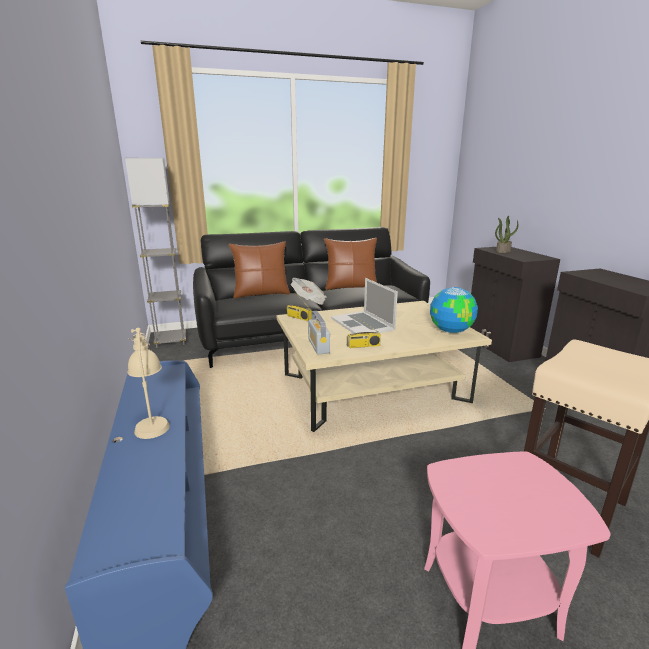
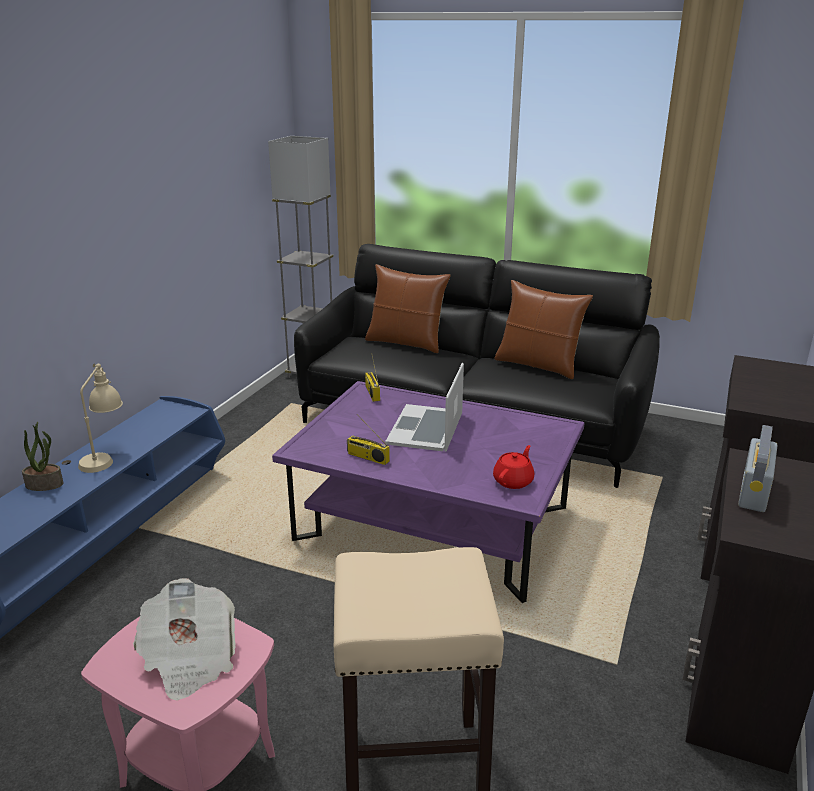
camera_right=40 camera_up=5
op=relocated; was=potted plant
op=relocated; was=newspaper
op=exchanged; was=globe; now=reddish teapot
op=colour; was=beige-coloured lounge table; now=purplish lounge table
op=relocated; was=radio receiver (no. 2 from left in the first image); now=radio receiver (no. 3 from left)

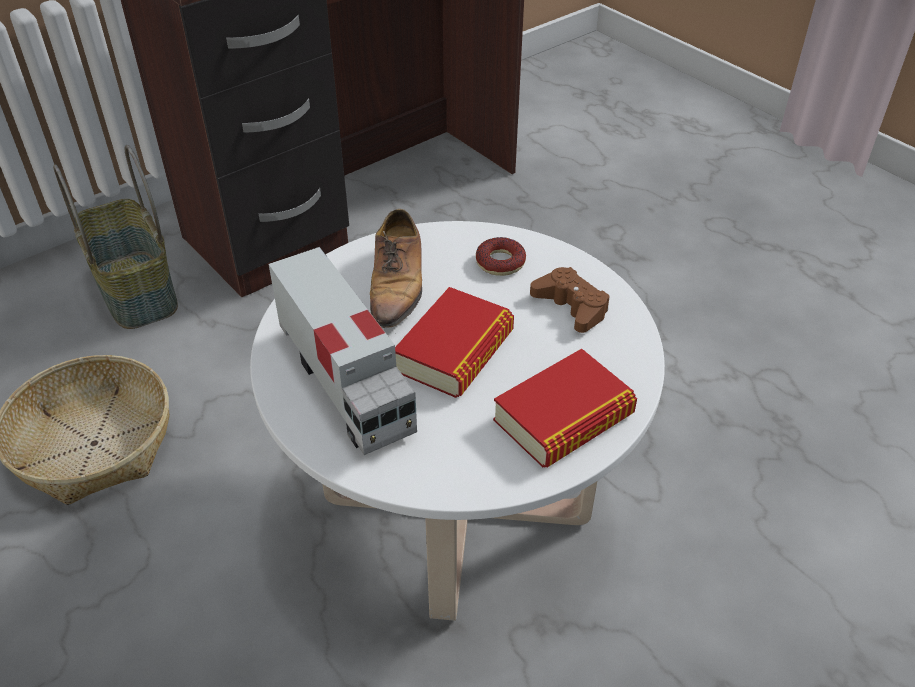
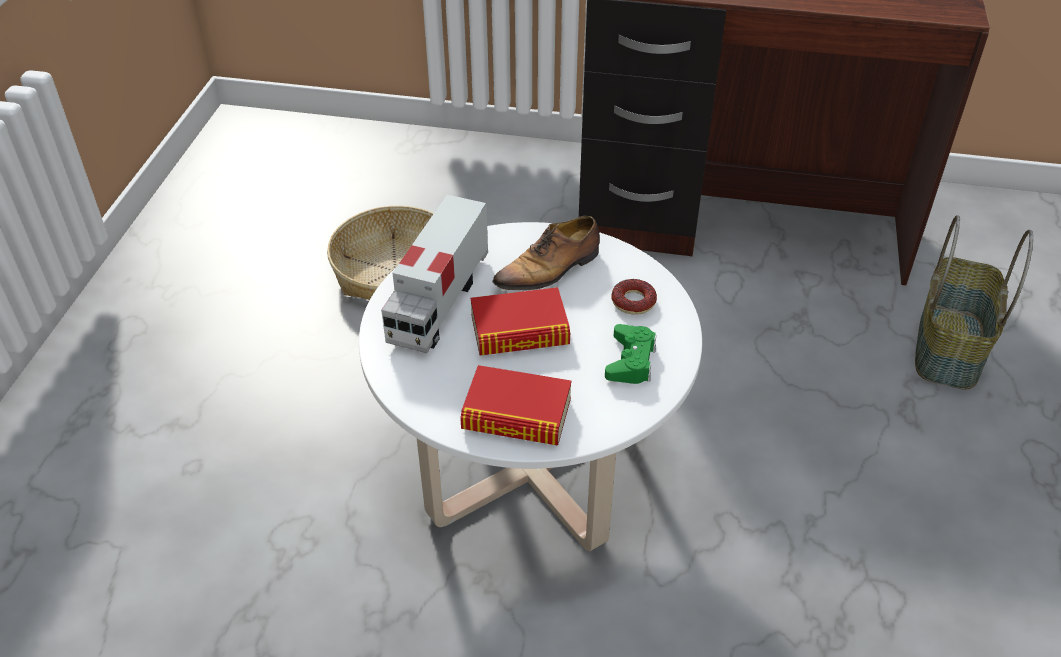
camera_right=50 camera_up=0
op=relocated; was=storage basket (no. 2 from left)
op=colour; was=brown game controller; now=greenish game controller

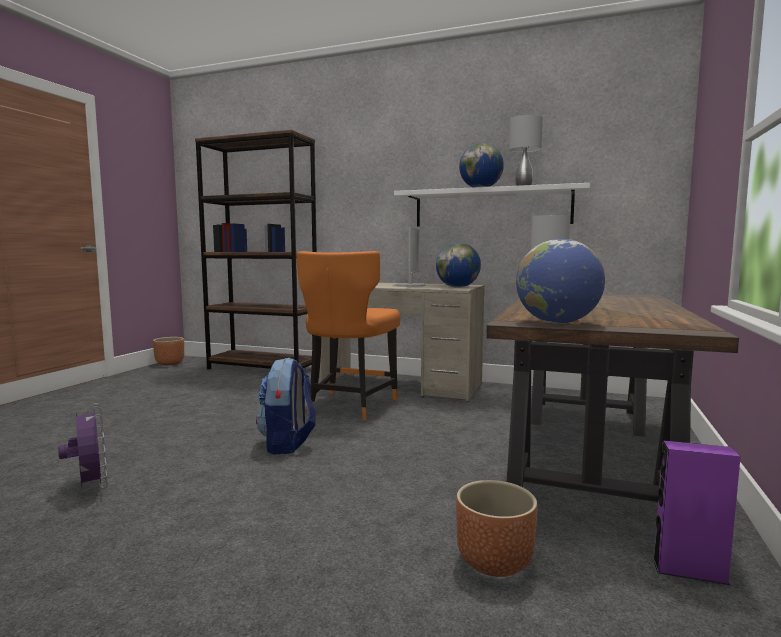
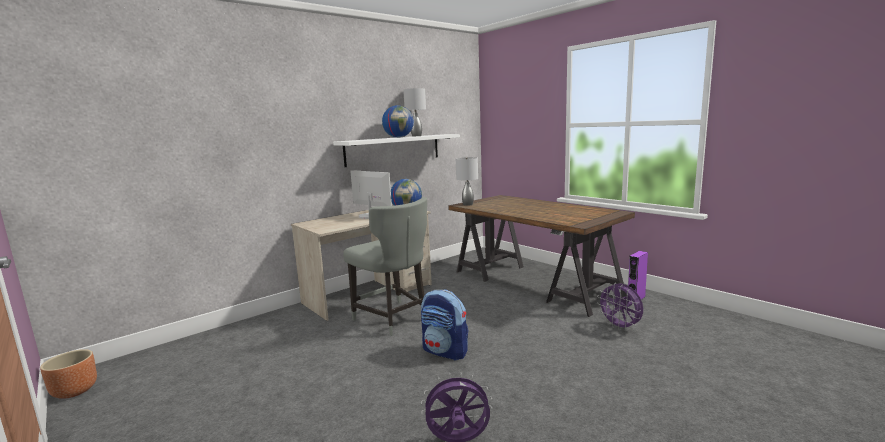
camera_right=-60 camera_up=5
op=missing; was=brown bookshelf
op=missing; was=globe (no. 3 from left)
op=colour; was=orange plain chair; now=gray plain chair
op=exchanged; was=brown plant pot (no. 2 from left); now=purplish cooling fan (no. 2 from left)

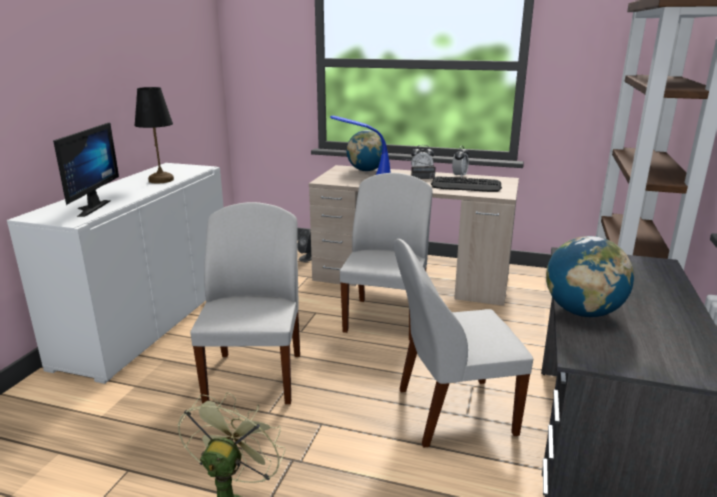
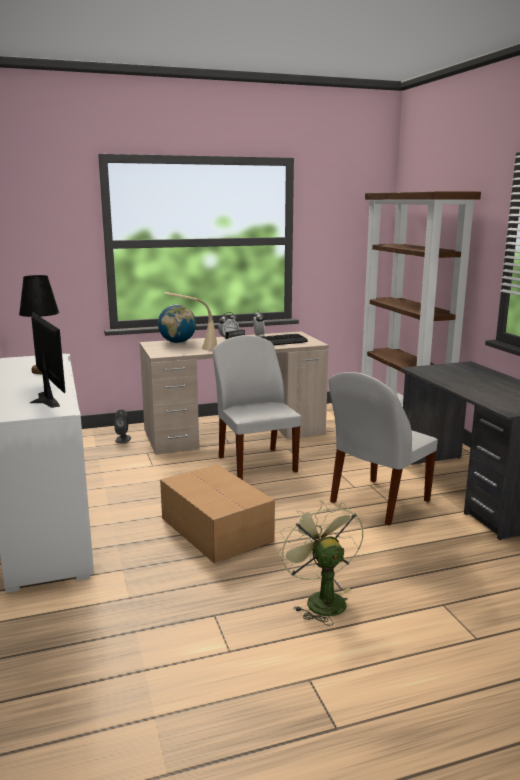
camera_right=-35 camera_up=-5
op=colour; was=blue lamp for a table; now=beige-coloured lamp for a table
op=exchanged; was=whitish plain chair (no. 1 from left); now=packing box
op=missing; was=globe (no. 2 from left)

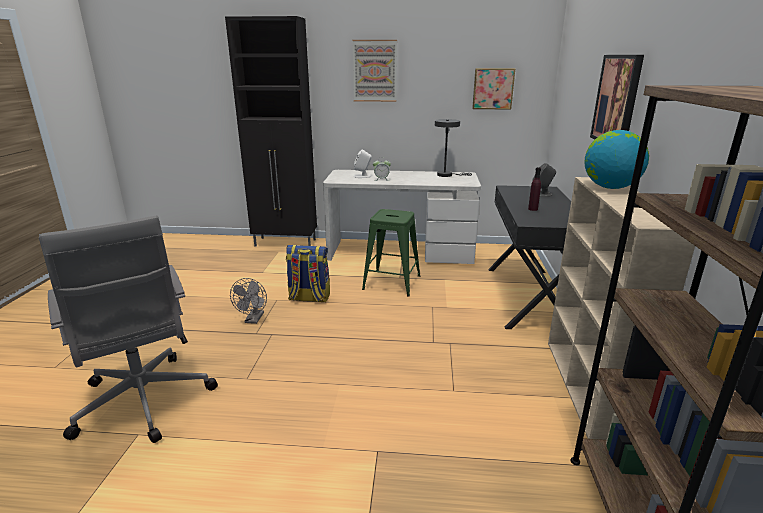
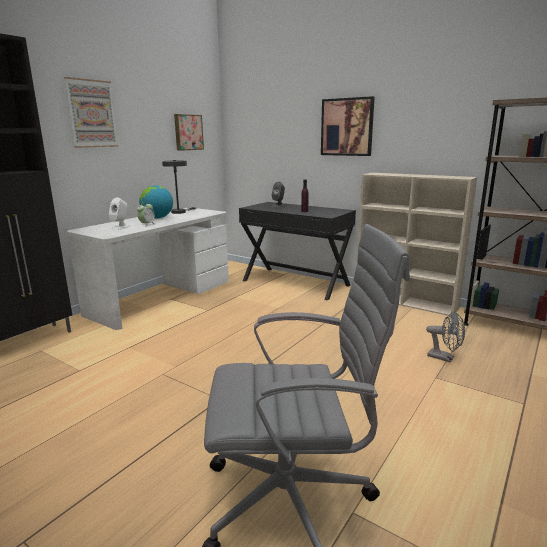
camera_right=-60 camera_up=-5
op=relocated; was=globe
op=missing; was=greenish stool
op=missing; was=knapsack
op=relocated; was=gray cooling fan

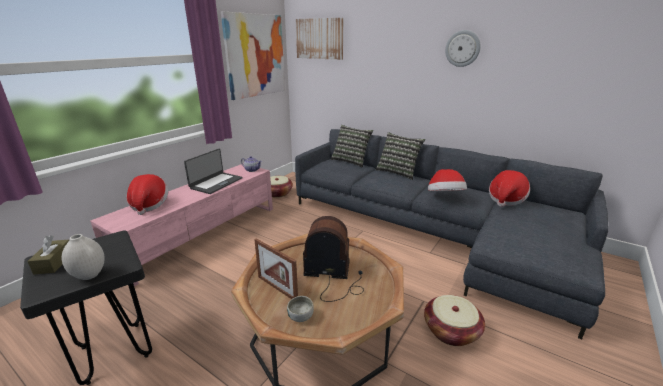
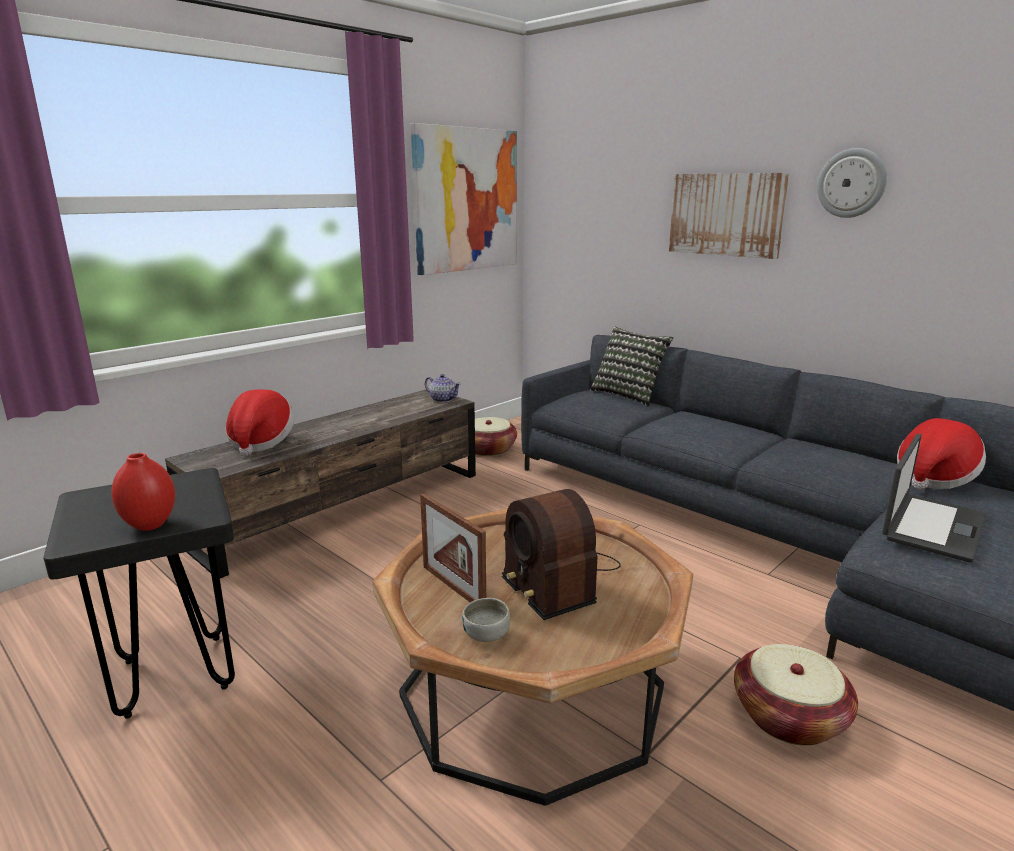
camera_right=10 camera_up=-5
op=relocated; was=wall picture (no. 2 from left)
op=missing; was=pillow (no. 2 from left)
op=relocated; was=laptop
op=colour; was=pink-coloured tv stand; now=brown tv stand
op=missing; was=hat (no. 2 from left)
op=spun; was=radio receiver; clockwise=-135
op=colour; was=whitish vase; now=reddish vase
op=missing; was=brown box of tissues

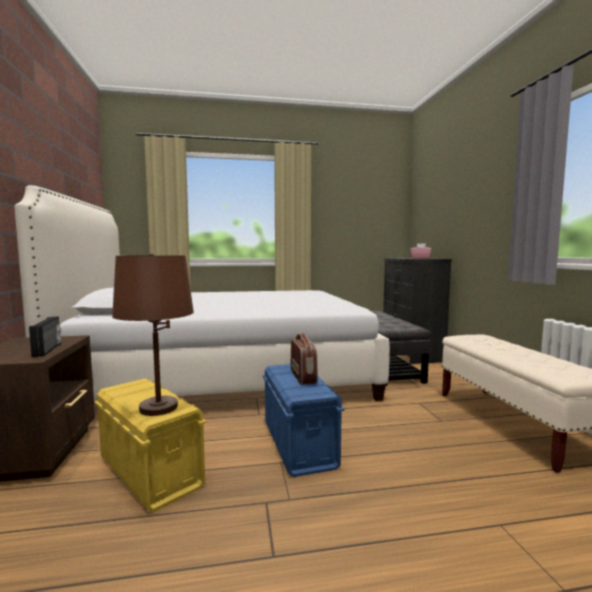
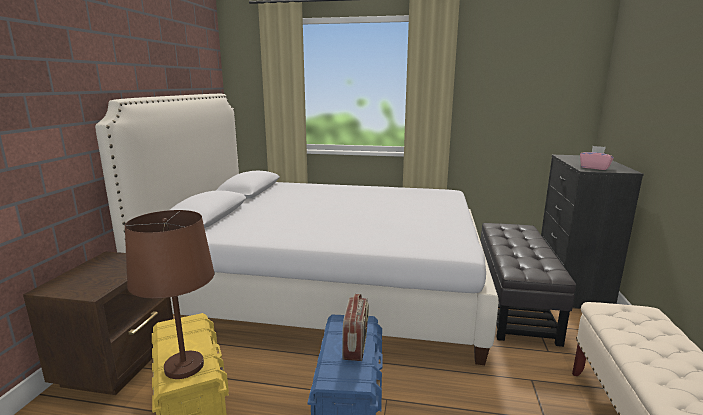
camera_right=20 camera_up=10
op=missing; was=radio receiver (no. 1 from left)

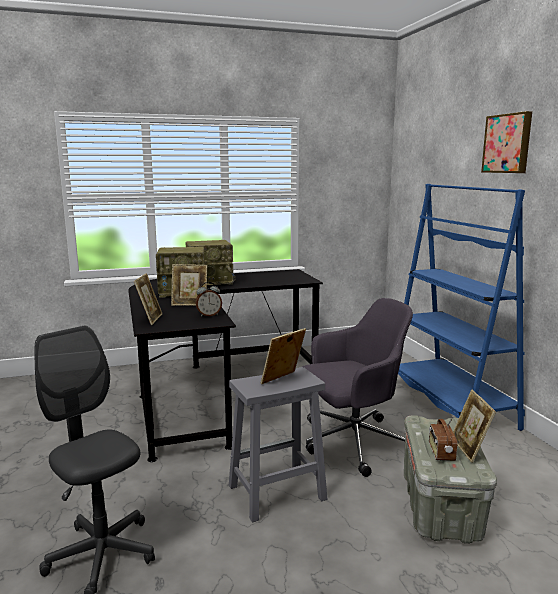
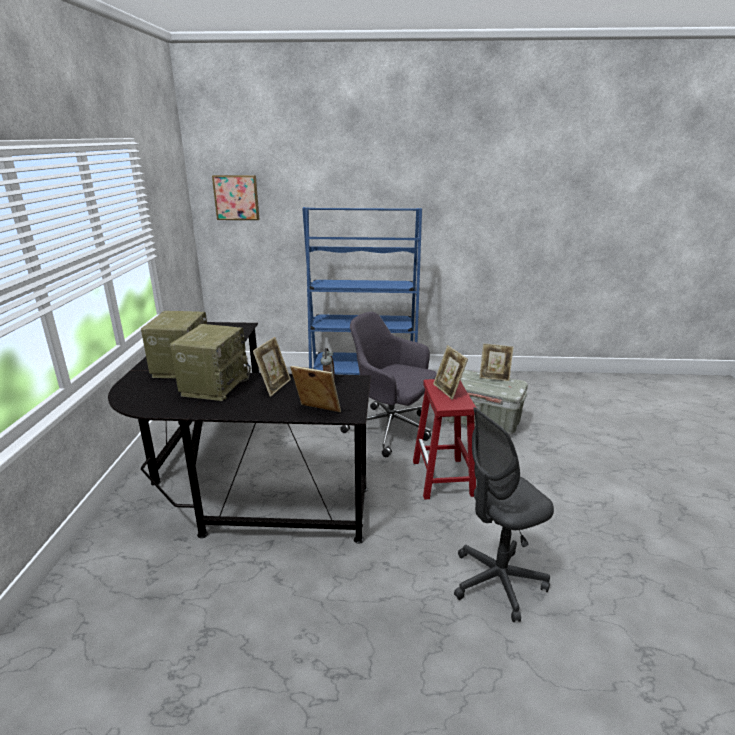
camera_right=-70 camera_up=10
op=relocated; was=wall picture
op=spun; was=gray desk chair (no. 2 from left in the first image); clockwise=-60
op=colour; was=gray stool; now=reddish stool
op=missing; was=radio receiver (no. 3 from left)

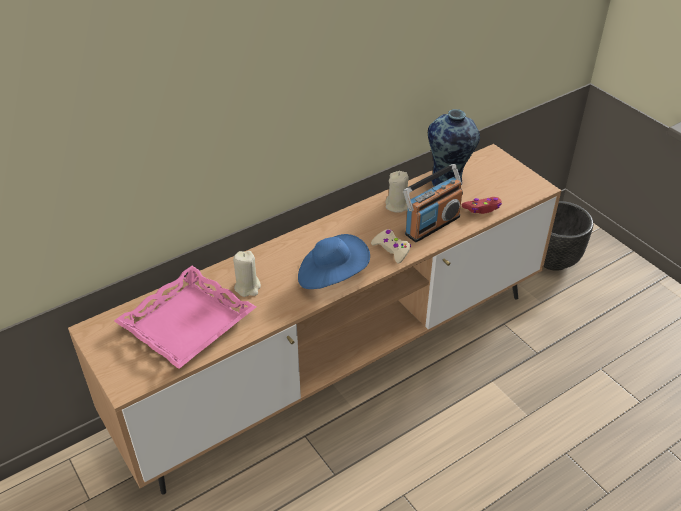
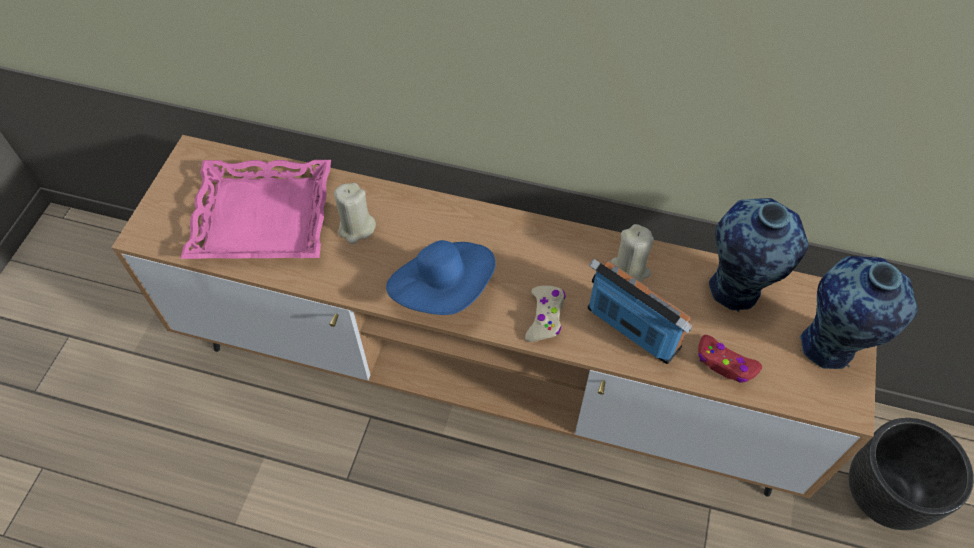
camera_right=50 camera_up=15
op=spun; was=radio receiver; clockwise=-150
op=appeared; now=vase (no. 2 from left)

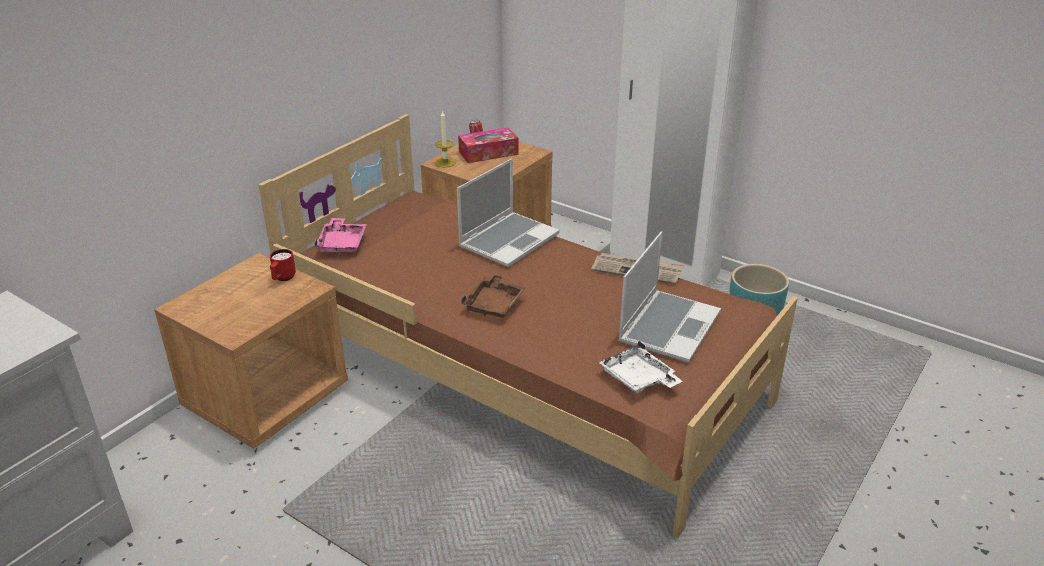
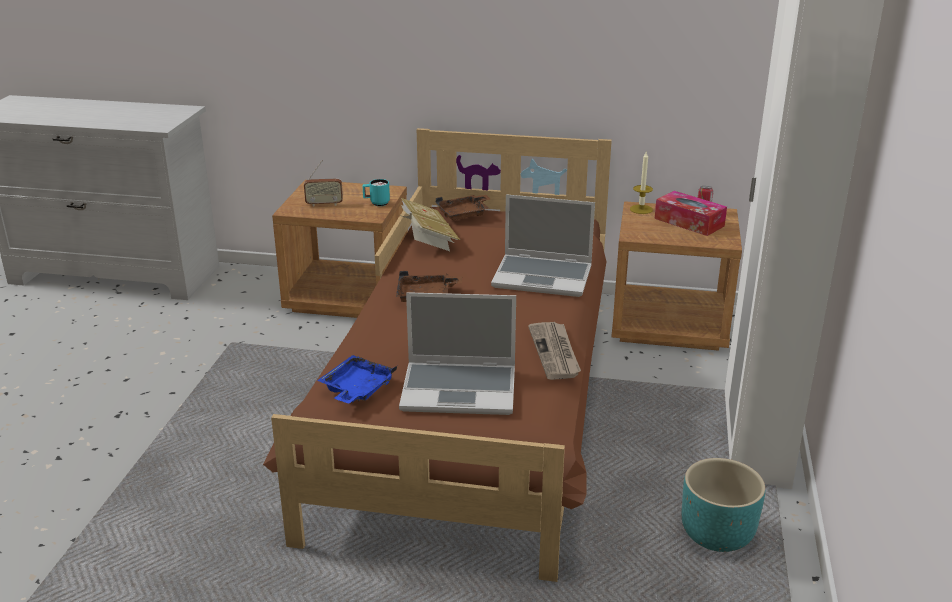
camera_right=65 camera_up=-5
op=colour; was=pink-coloured carrying tray; now=brown carrying tray (no. 2 from left)
op=colour; was=reddish coffee mug; now=turquoise coffee mug
op=colour; was=whitish carrying tray; now=blue carrying tray
op=appeared; now=radio receiver
op=appeared; now=volume

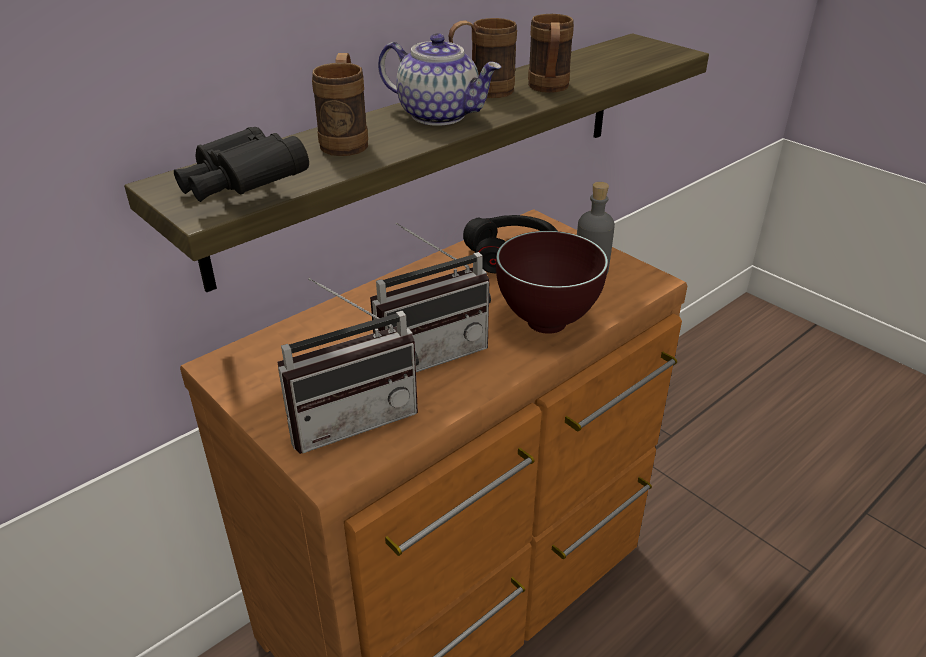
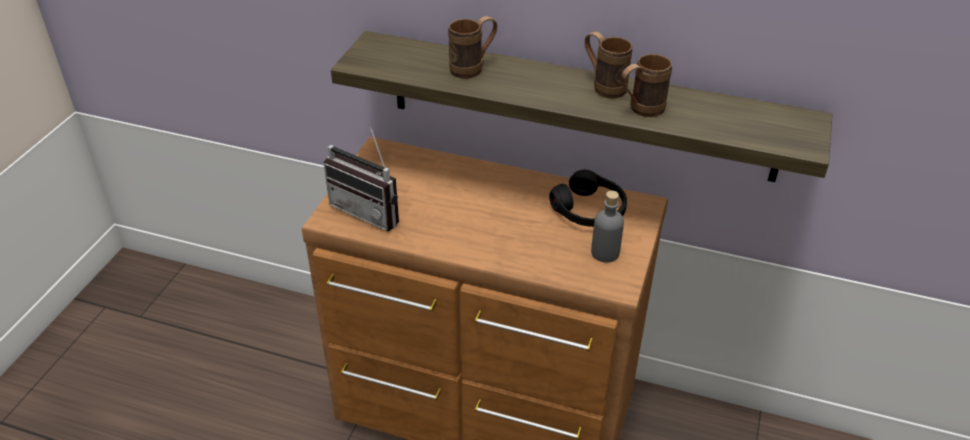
camera_right=60 camera_up=5
op=missing; was=teapot
op=missing; was=black field glasses
op=missing; was=radio receiver (no. 2 from left)
op=missing; was=brown bowl

